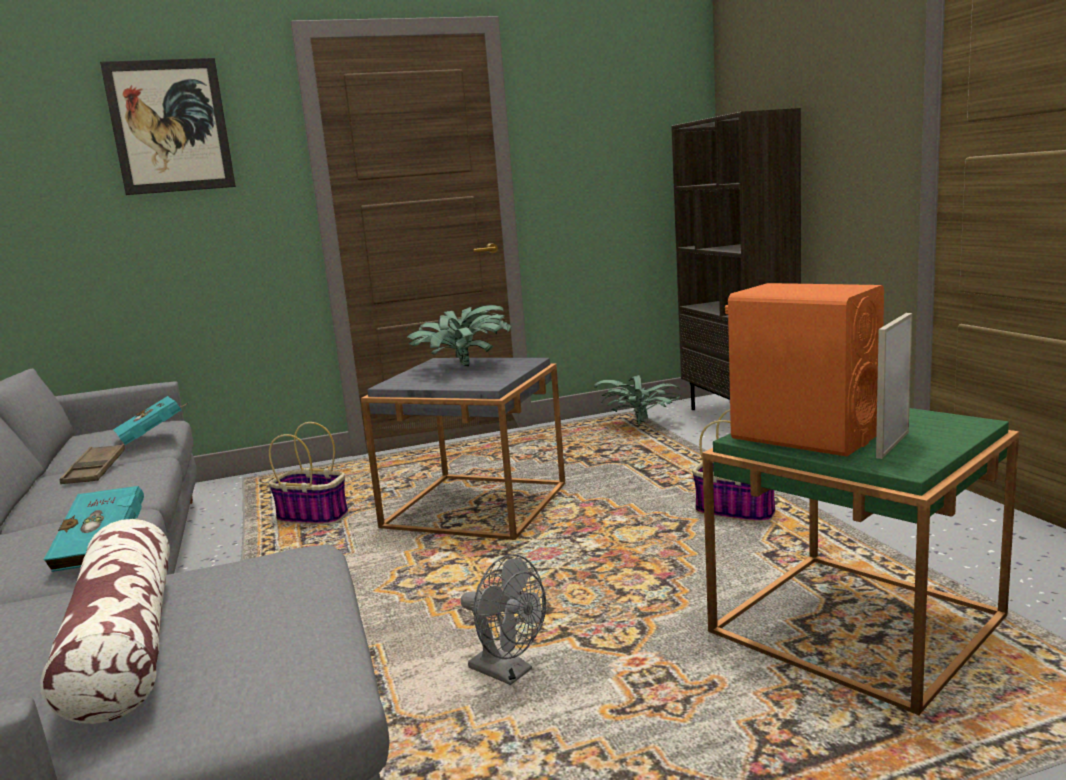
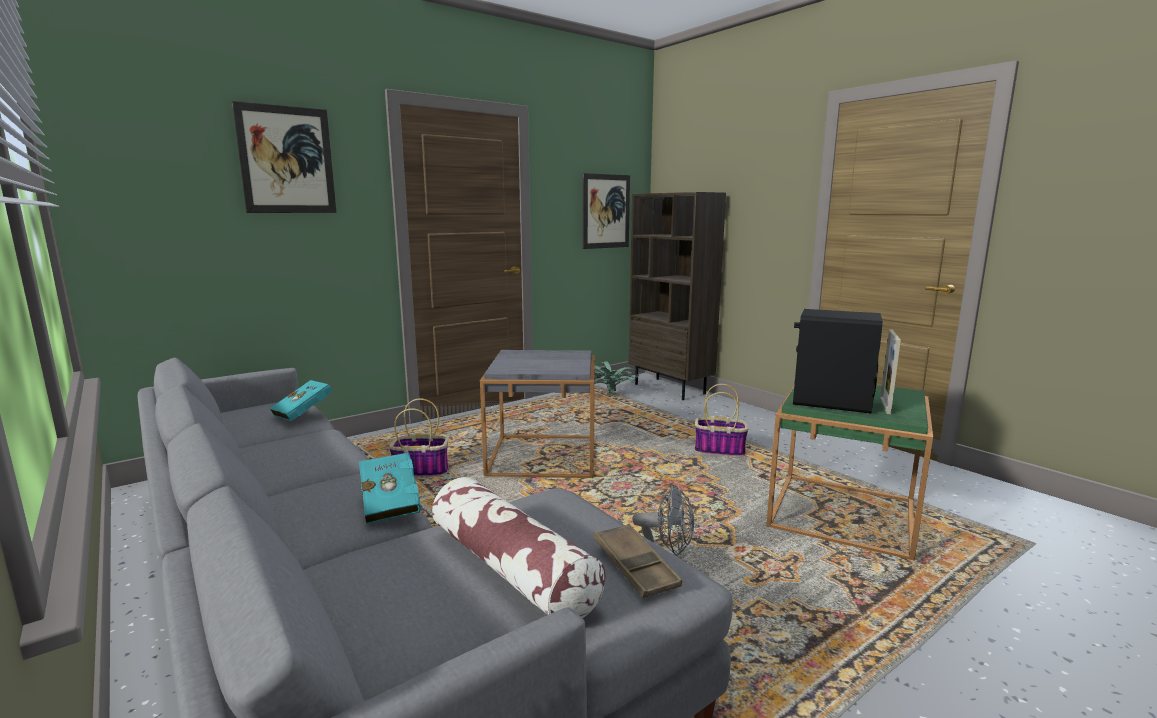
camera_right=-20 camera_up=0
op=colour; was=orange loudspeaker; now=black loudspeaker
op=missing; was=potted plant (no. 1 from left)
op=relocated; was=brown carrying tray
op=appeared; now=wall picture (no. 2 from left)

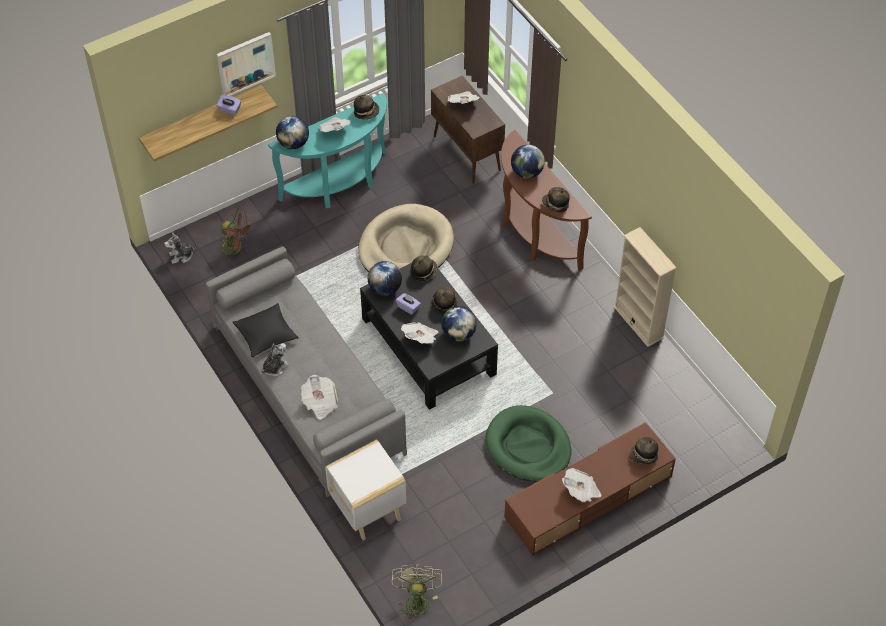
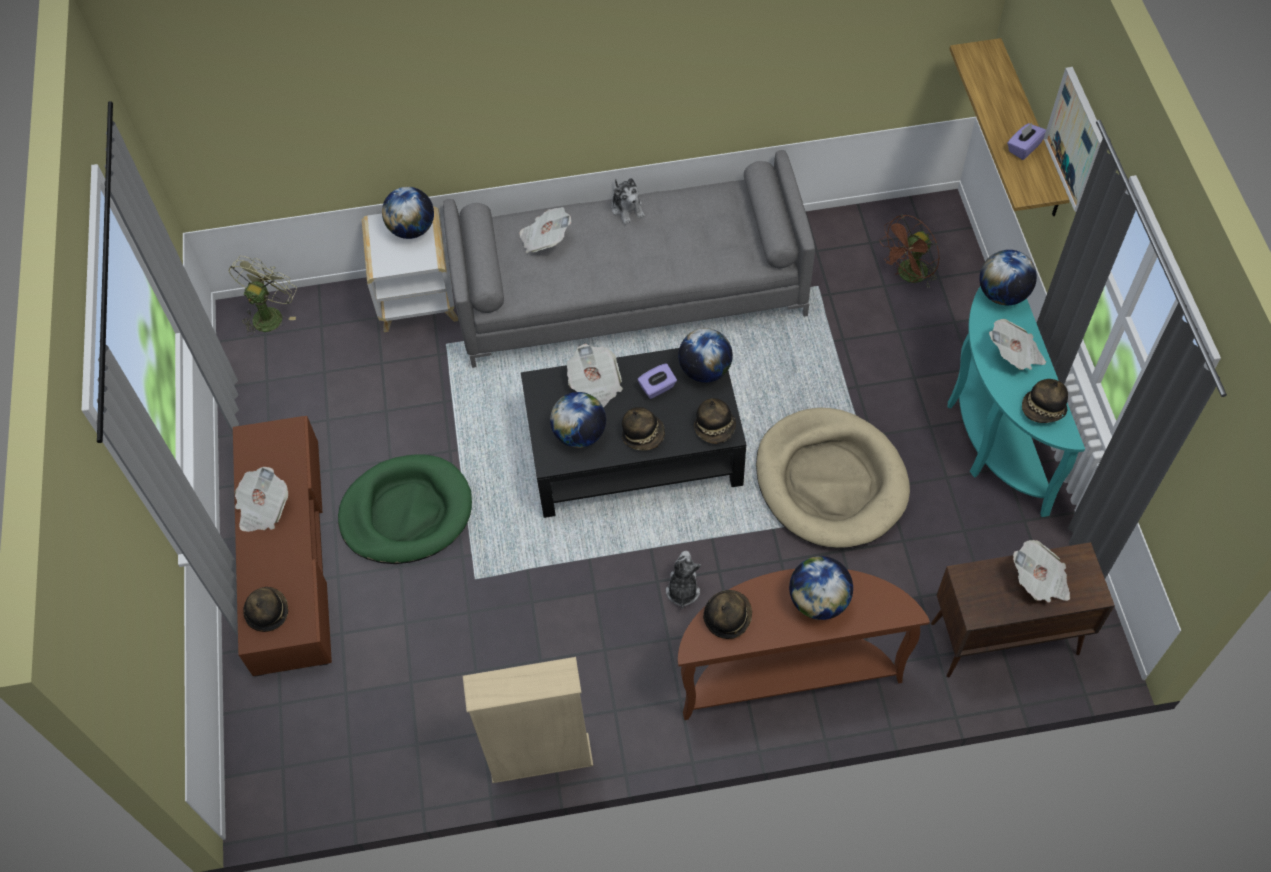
camera_right=115 camera_up=5
op=relocated; was=soft toy (no. 1 from left in the first image); now=soft toy (no. 2 from left)
op=missing; was=black pillow
op=spun; was=greenish cooling fan; clockwise=-90
op=appeared; now=globe (no. 1 from left)

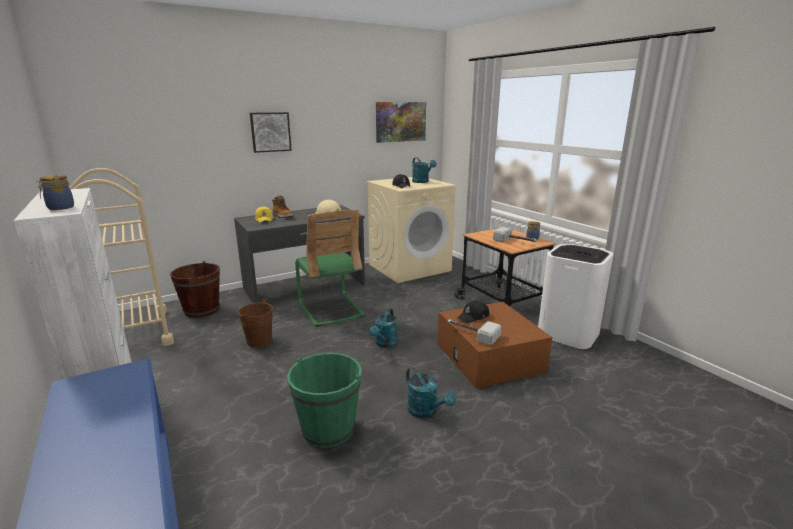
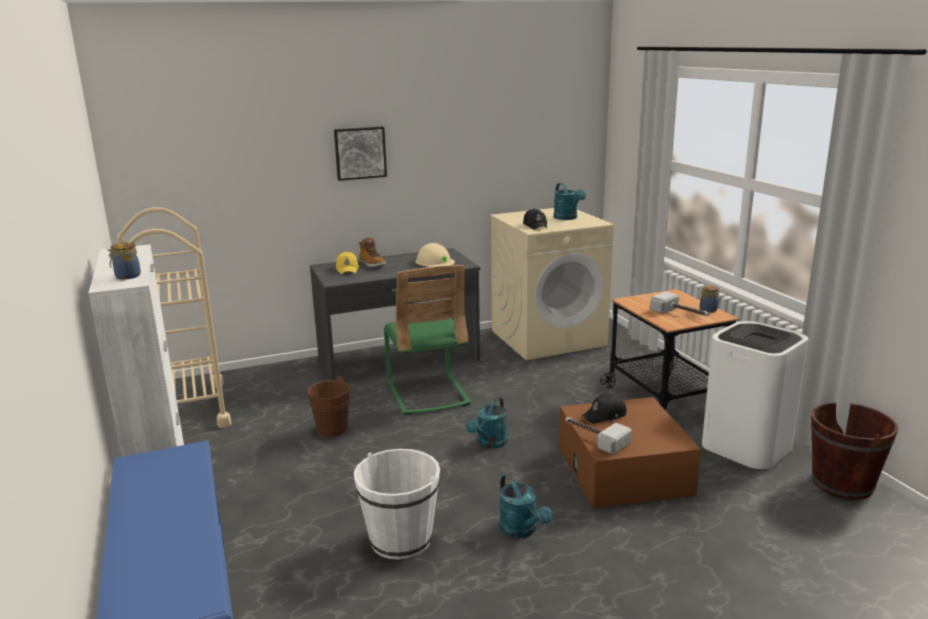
camera_right=10 camera_up=0
op=missing; was=wall picture (no. 2 from left)
op=relocated; was=brown water bucket (no. 1 from left in the first image); now=brown water bucket (no. 2 from left)
op=colour; was=greenish water bucket; now=whitish water bucket

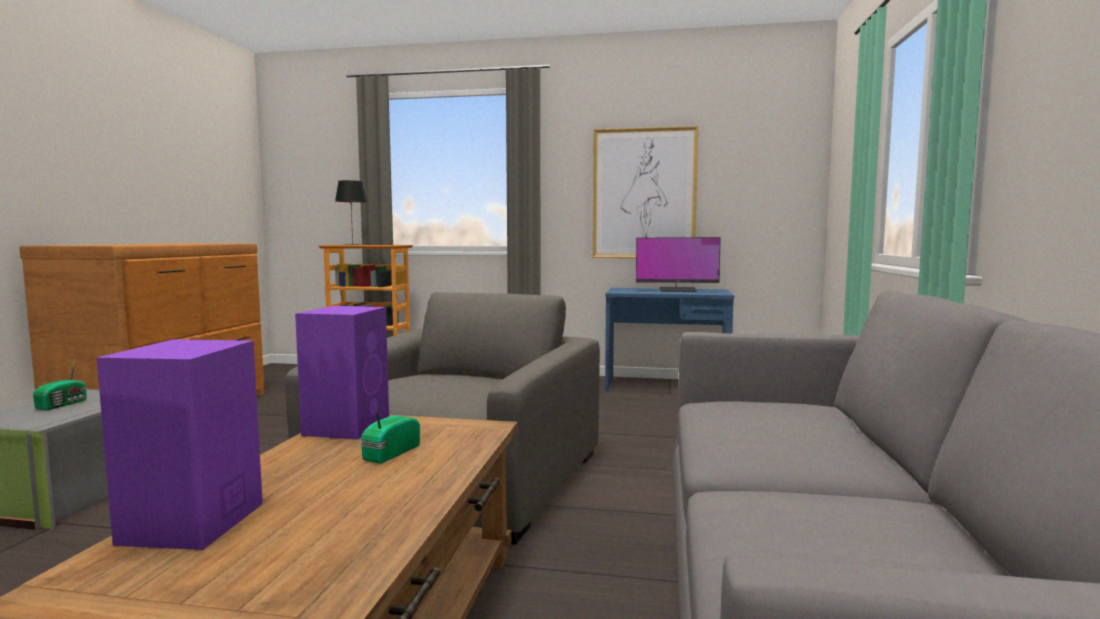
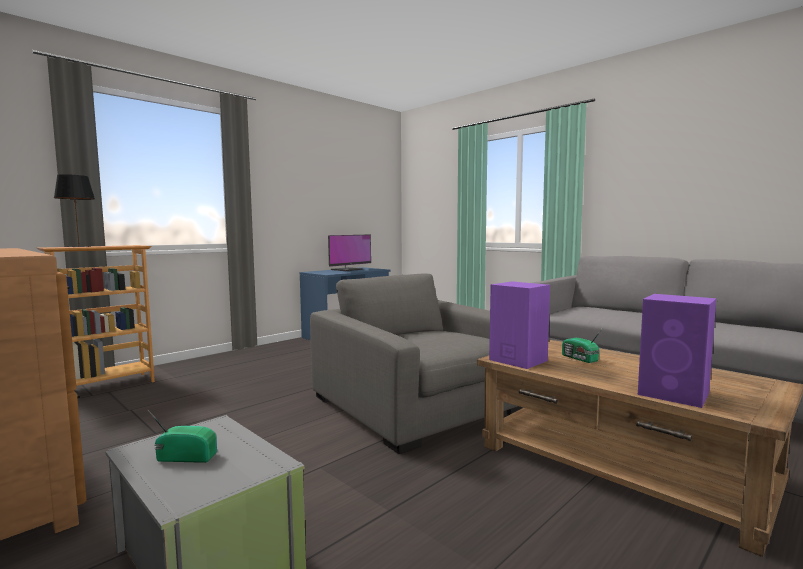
camera_right=-55 camera_up=0
op=missing; was=wall picture
op=spun; was=radio receiver (no. 1 from left); clockwise=-45

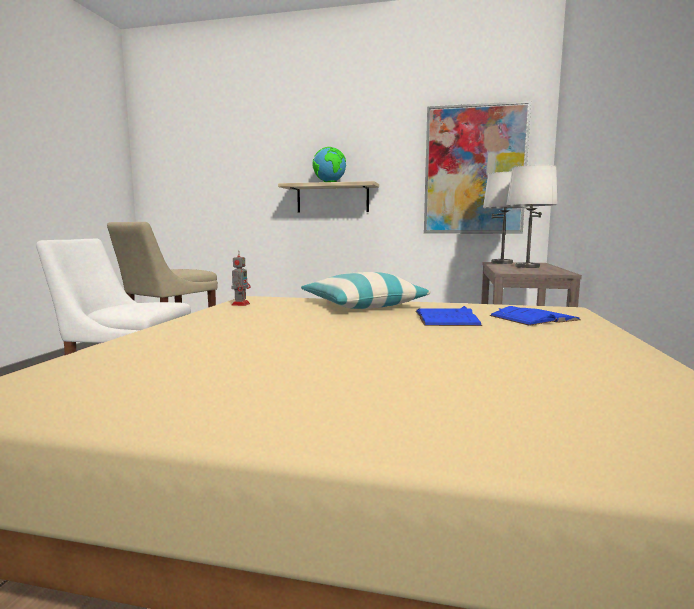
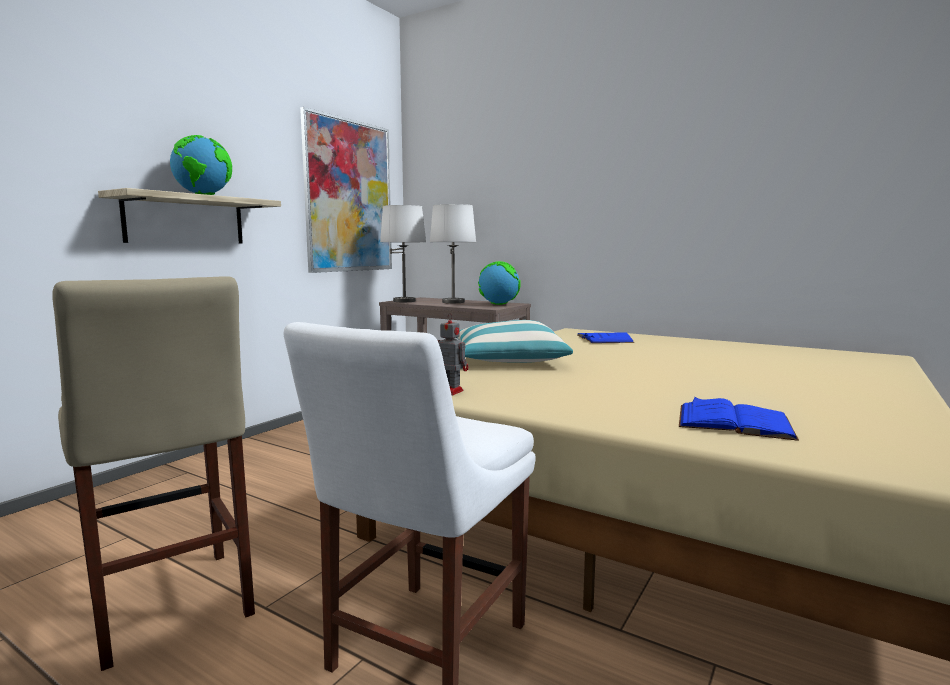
camera_right=-70 camera_up=0
op=relocated; was=blue volume (no. 1 from left in the first image); now=blue volume (no. 2 from left)
op=appeared; now=globe (no. 2 from left)

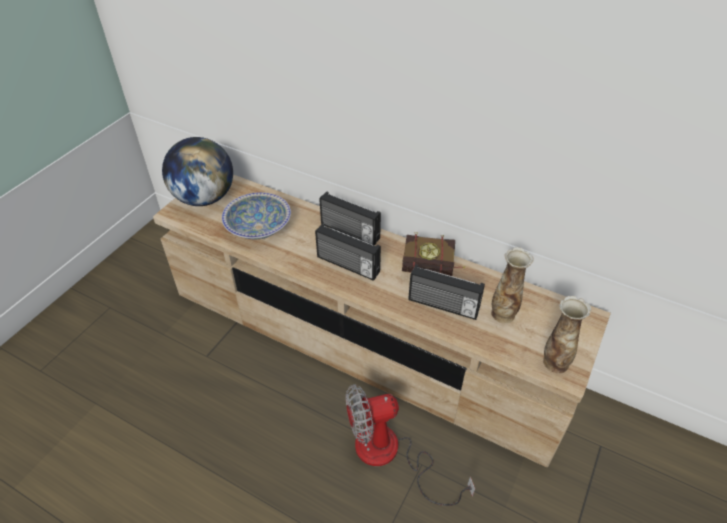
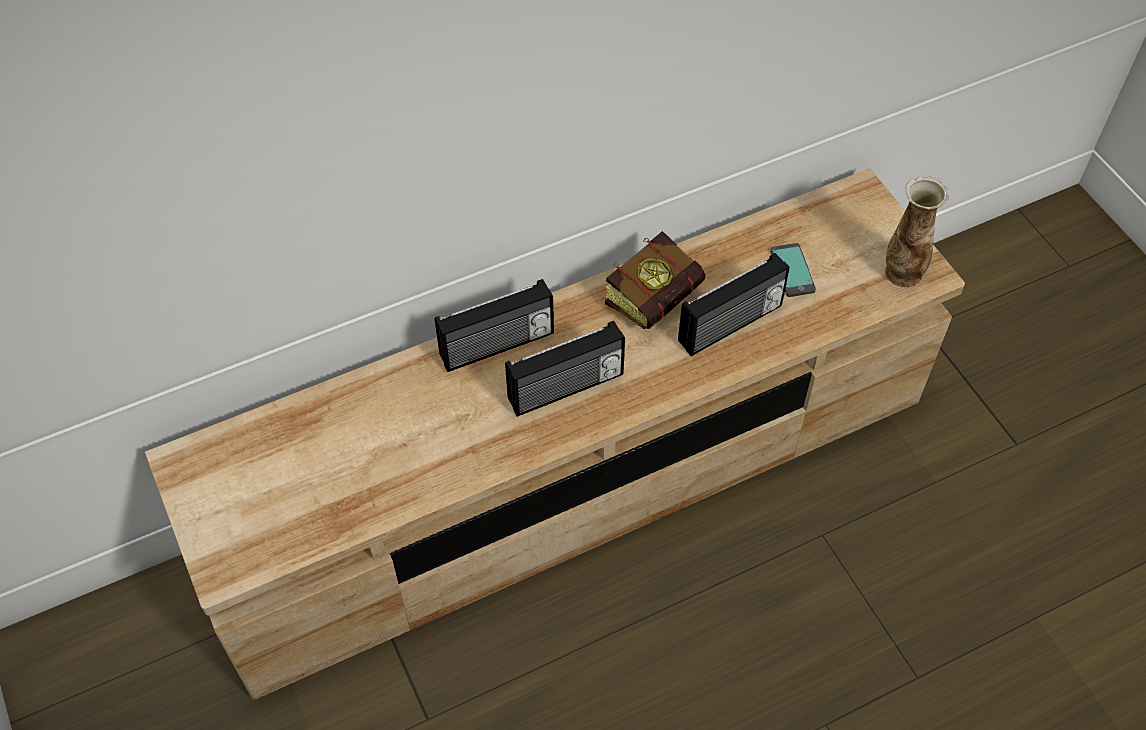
camera_right=-55 camera_up=10
op=missing; was=globe
op=missing; was=bowl
op=exchanged; was=vase (no. 1 from left); now=phone
op=missing; was=cooling fan

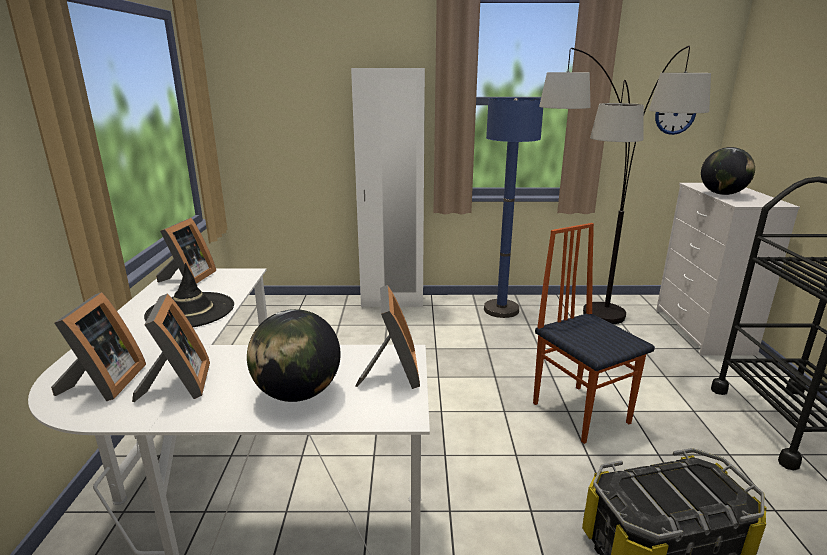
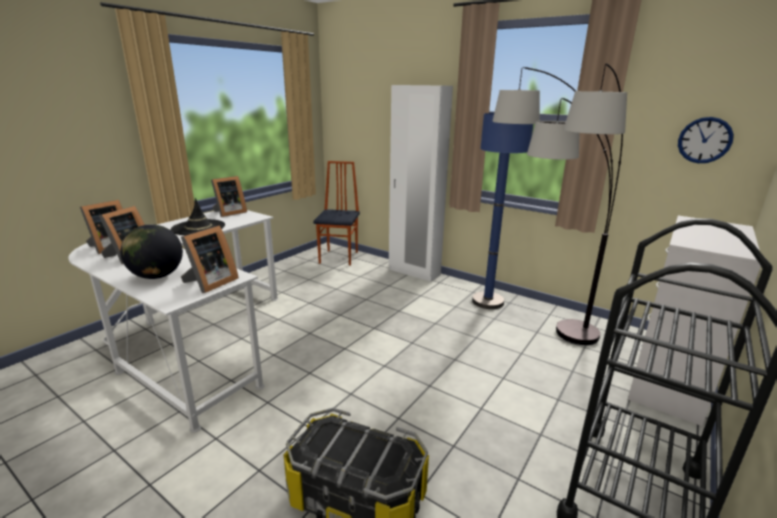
camera_right=35 camera_up=0
op=missing; was=globe (no. 2 from left)
op=relocated; was=plain chair

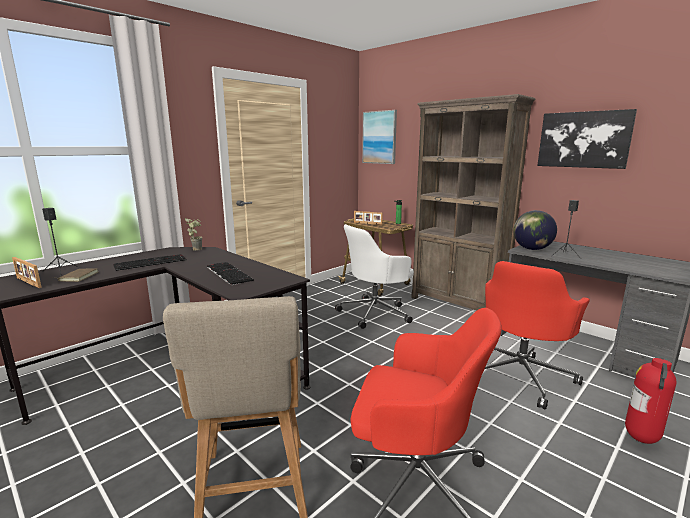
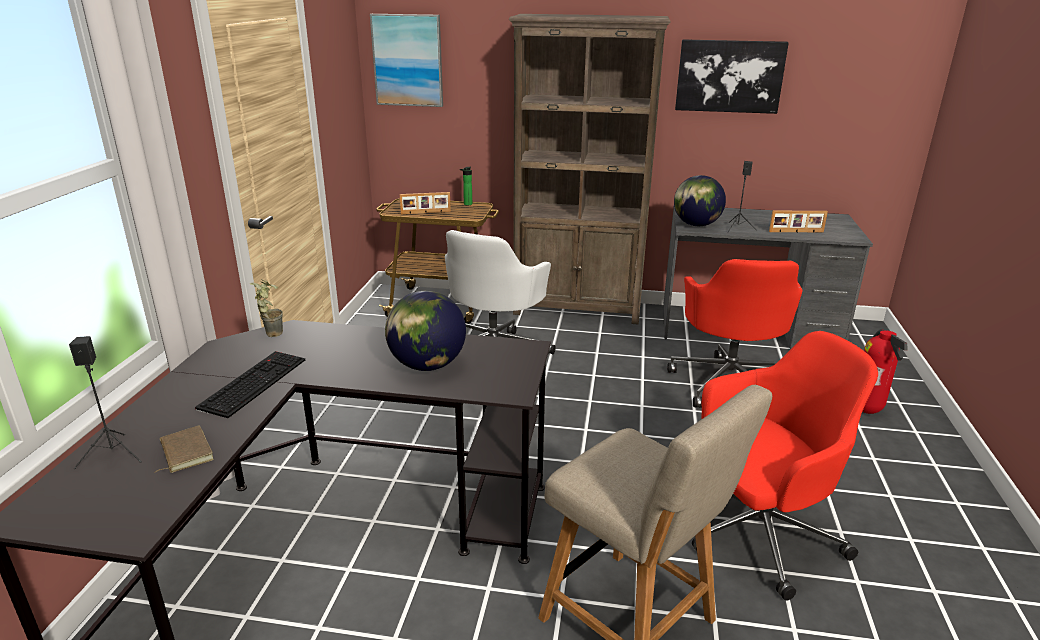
camera_right=-35 camera_up=10
op=relocated; was=picture frame (no. 1 from left in the first image); now=picture frame (no. 2 from left)
op=exchanged; was=keyboard (no. 2 from left); now=globe (no. 1 from left)

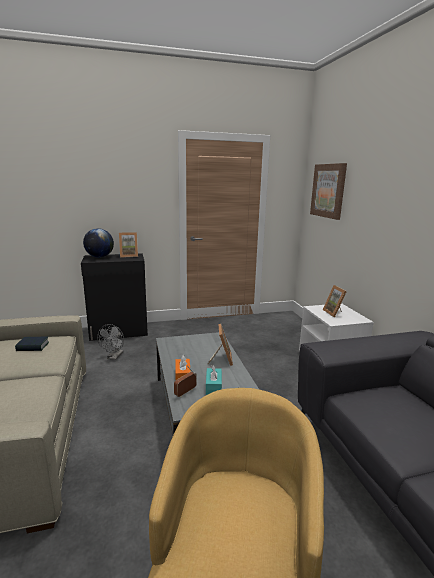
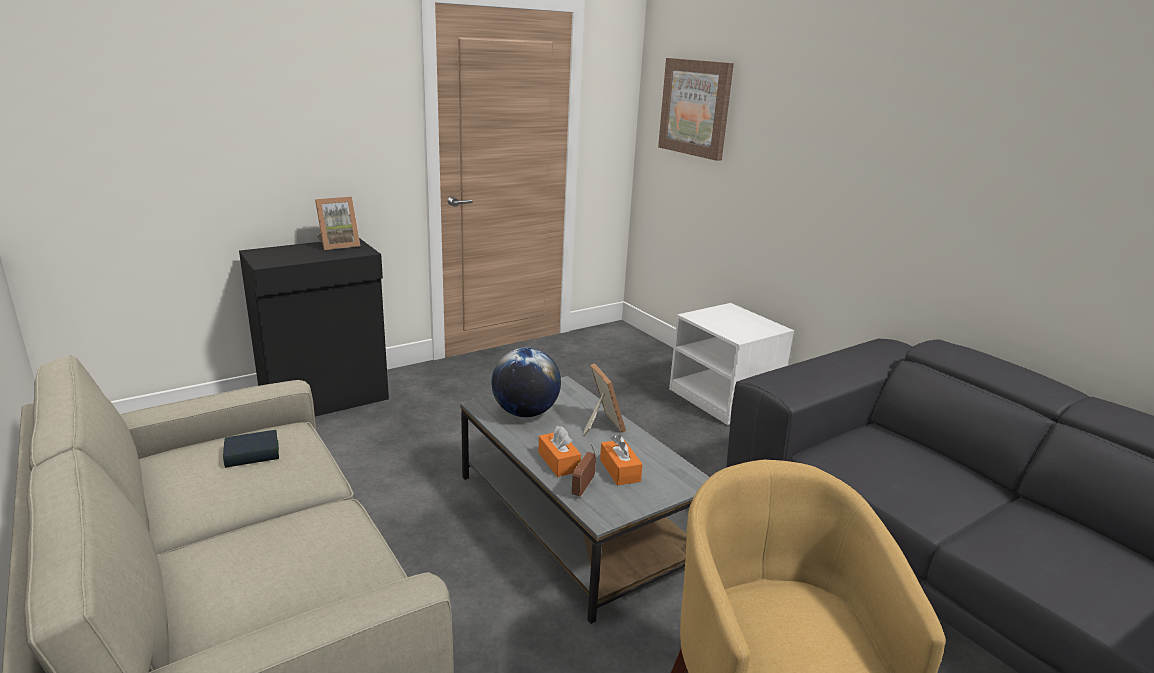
camera_right=-20 camera_up=5
op=relocated; was=globe
op=missing; was=picture frame (no. 3 from left)
op=missing; was=gray cooling fan
op=colour; was=turquoise box of tissues; now=orange box of tissues (no. 2 from left)

